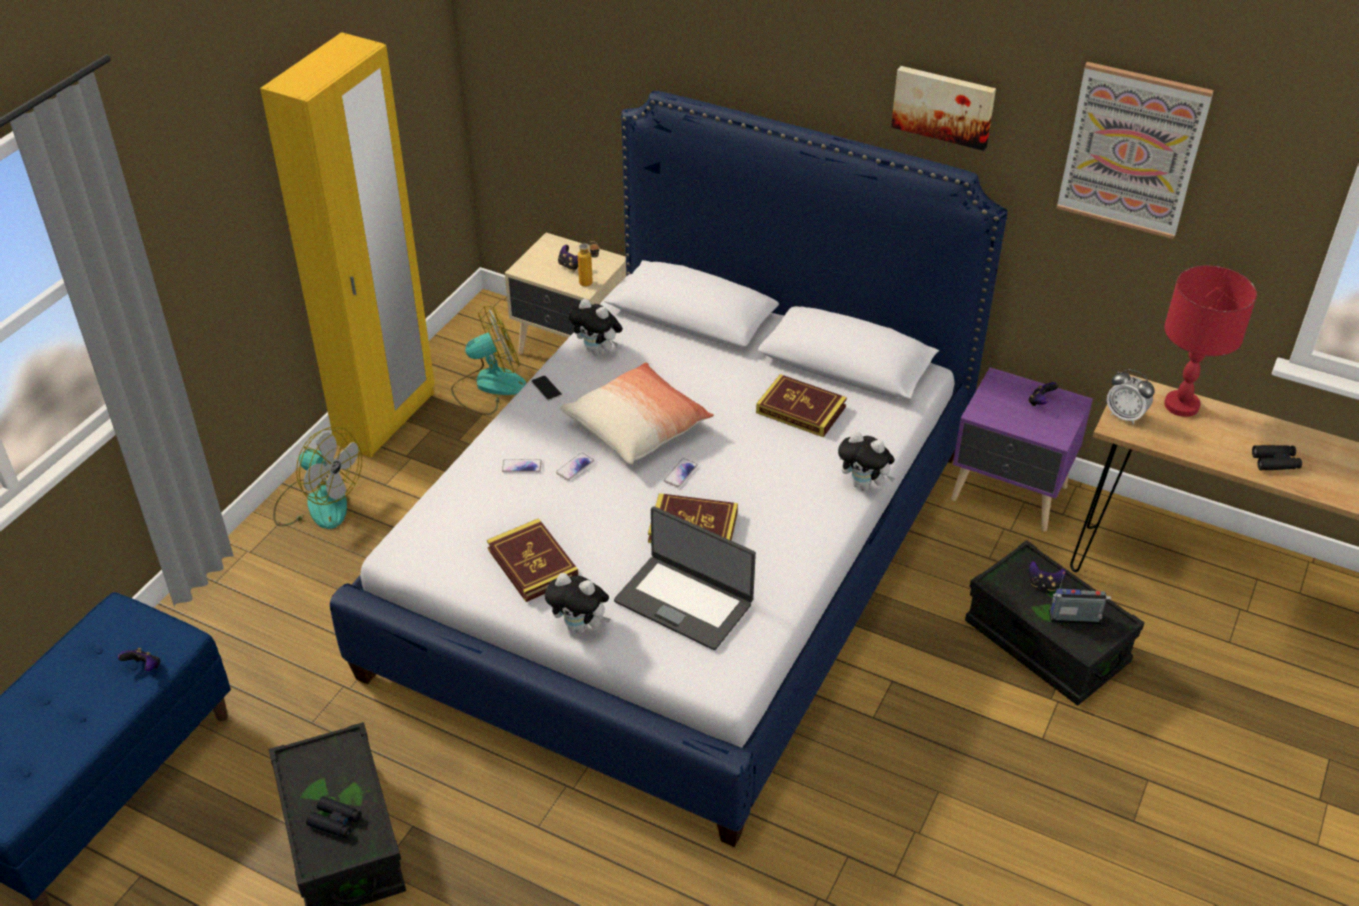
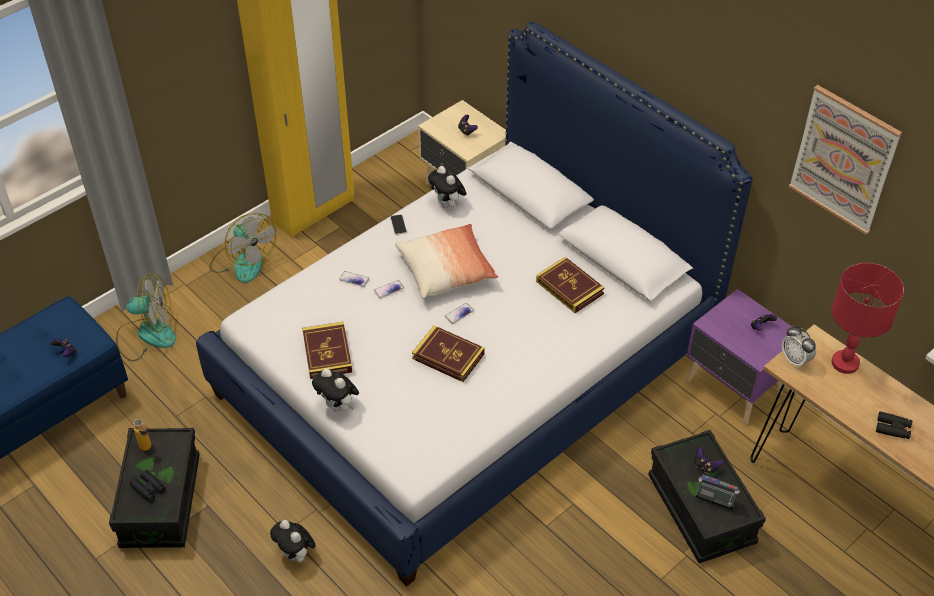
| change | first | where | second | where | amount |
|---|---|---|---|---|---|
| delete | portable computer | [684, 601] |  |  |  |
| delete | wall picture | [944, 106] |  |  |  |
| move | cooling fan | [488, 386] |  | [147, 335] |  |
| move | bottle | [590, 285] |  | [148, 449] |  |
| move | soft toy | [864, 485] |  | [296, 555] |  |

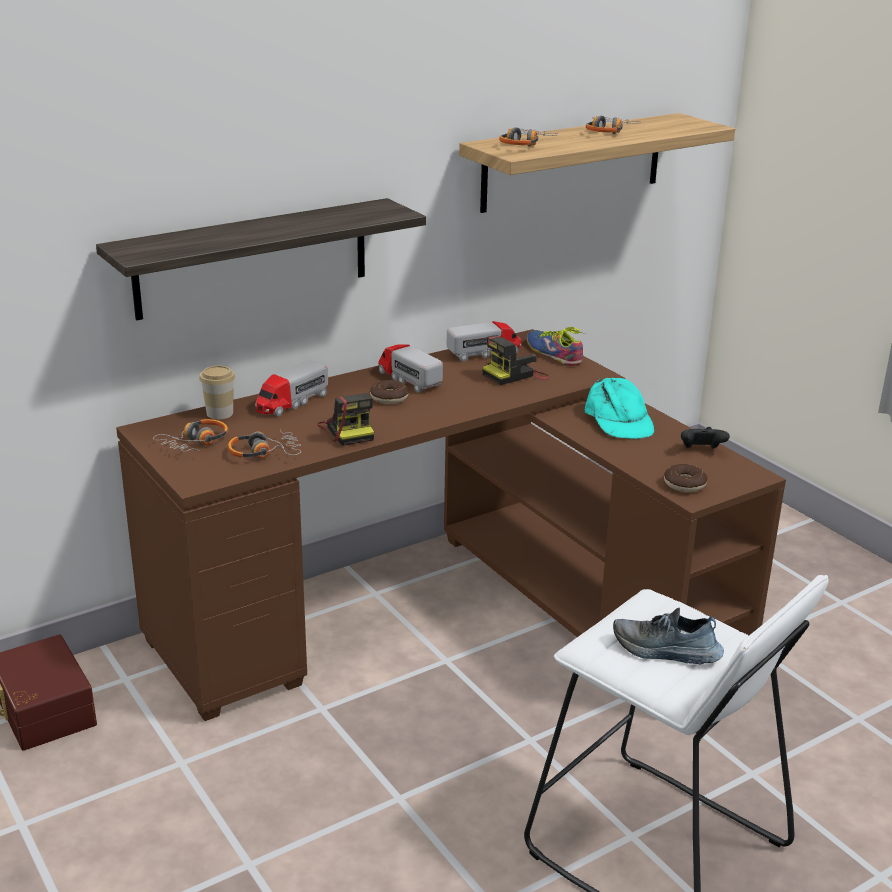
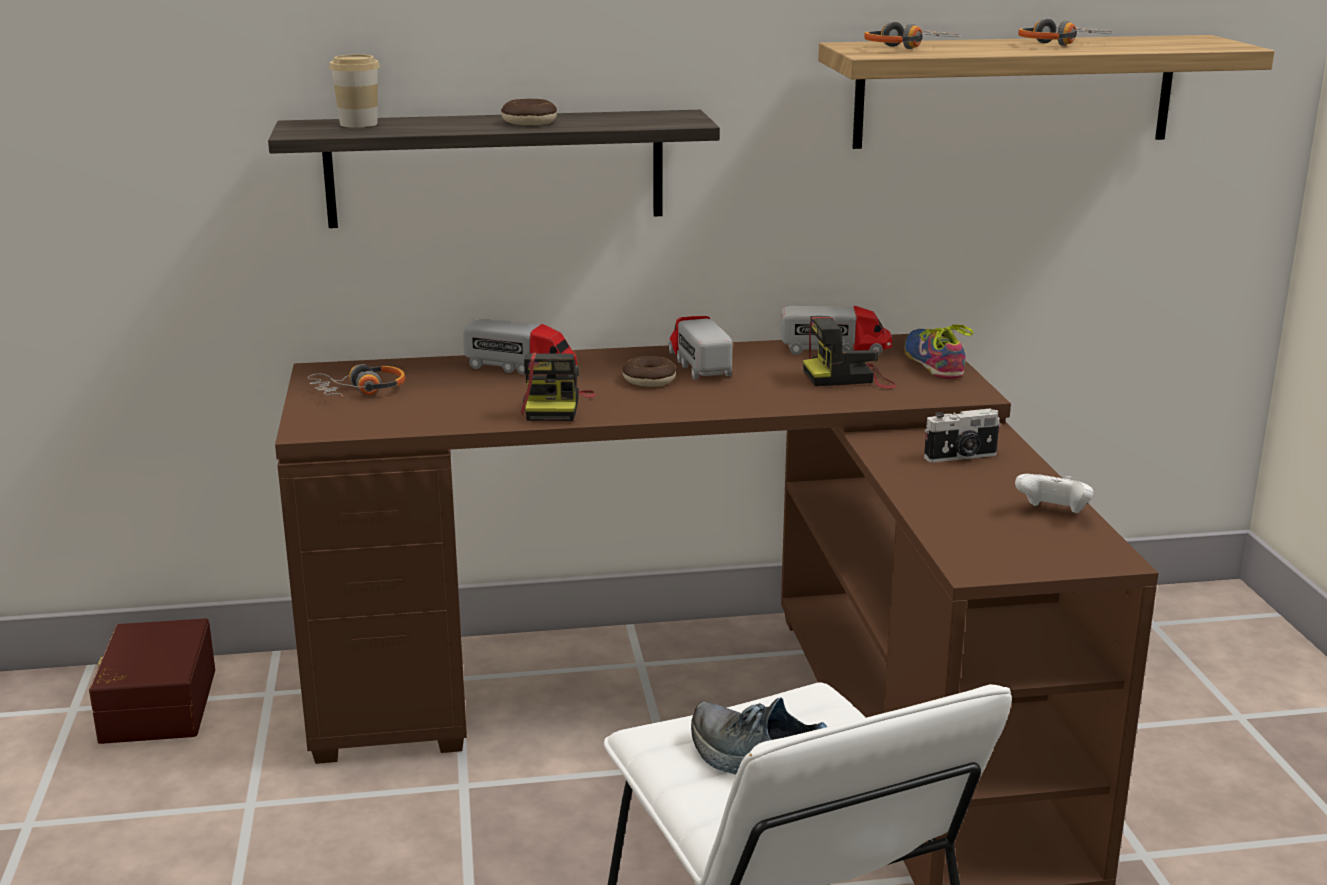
| change | first | where | second | where | amount |
|---|---|---|---|---|---|
| delete | headset | [264, 452] |  |  |  |
| move | drinking cup | [219, 413] |  | [358, 124] |  |
| move | donut | [684, 485] |  | [529, 122] |  |
| replace | blue-green cap | [618, 420] | photo camera | [961, 457] |  |
| recolor | black game controller | [701, 451] | whitish game controller | [1053, 513] |  |
| rotate | model truck | [291, 402] |  | [521, 368] | 135 degrees counterclockwise |

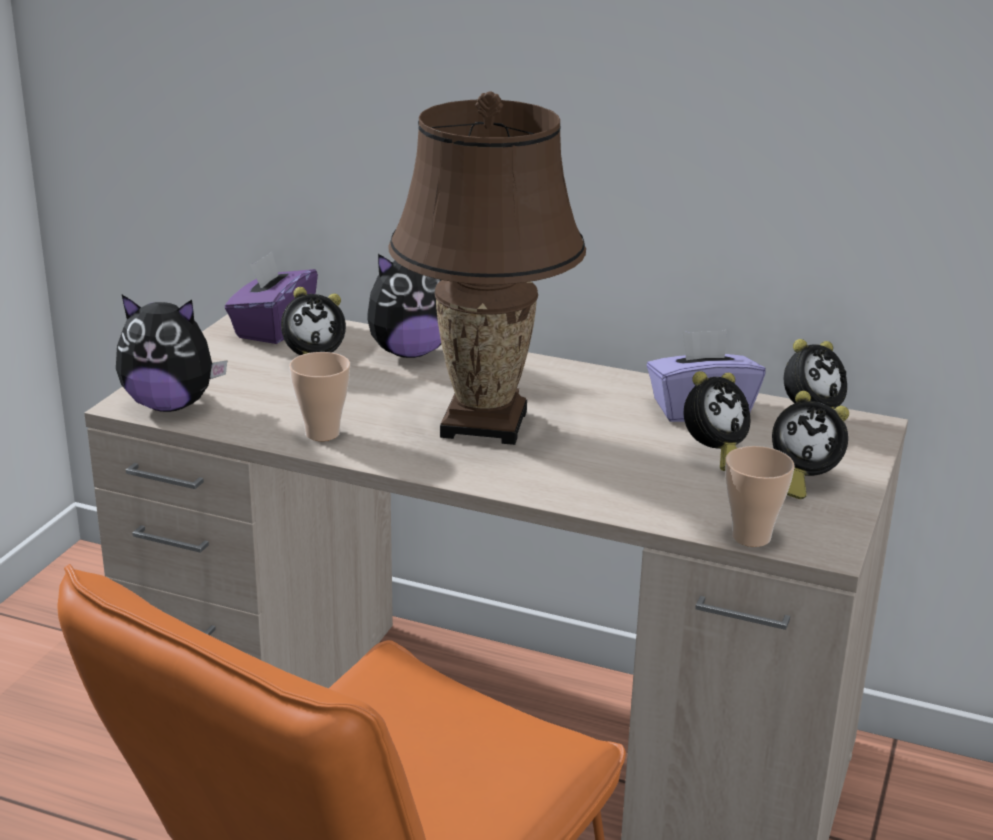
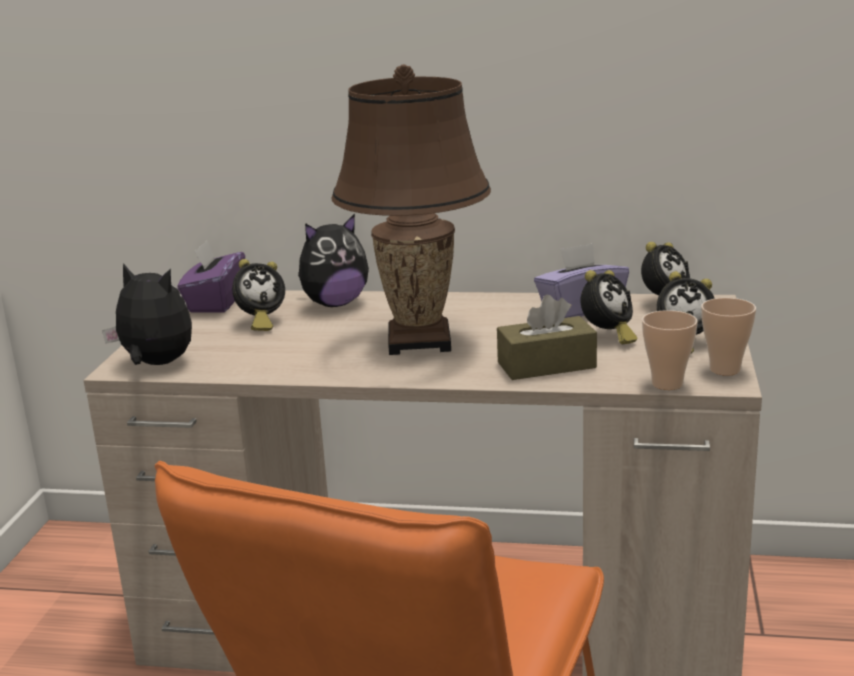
| change | first | where | second | where | amount |
|---|---|---|---|---|---|
| insert |  |  | brown-coloured tissue box | [546, 365] |  |
| move | drinking cup | [322, 433] |  | [725, 369] |  |
| rotate | soft toy | [170, 405] |  | [155, 364] | 150 degrees counterclockwise |

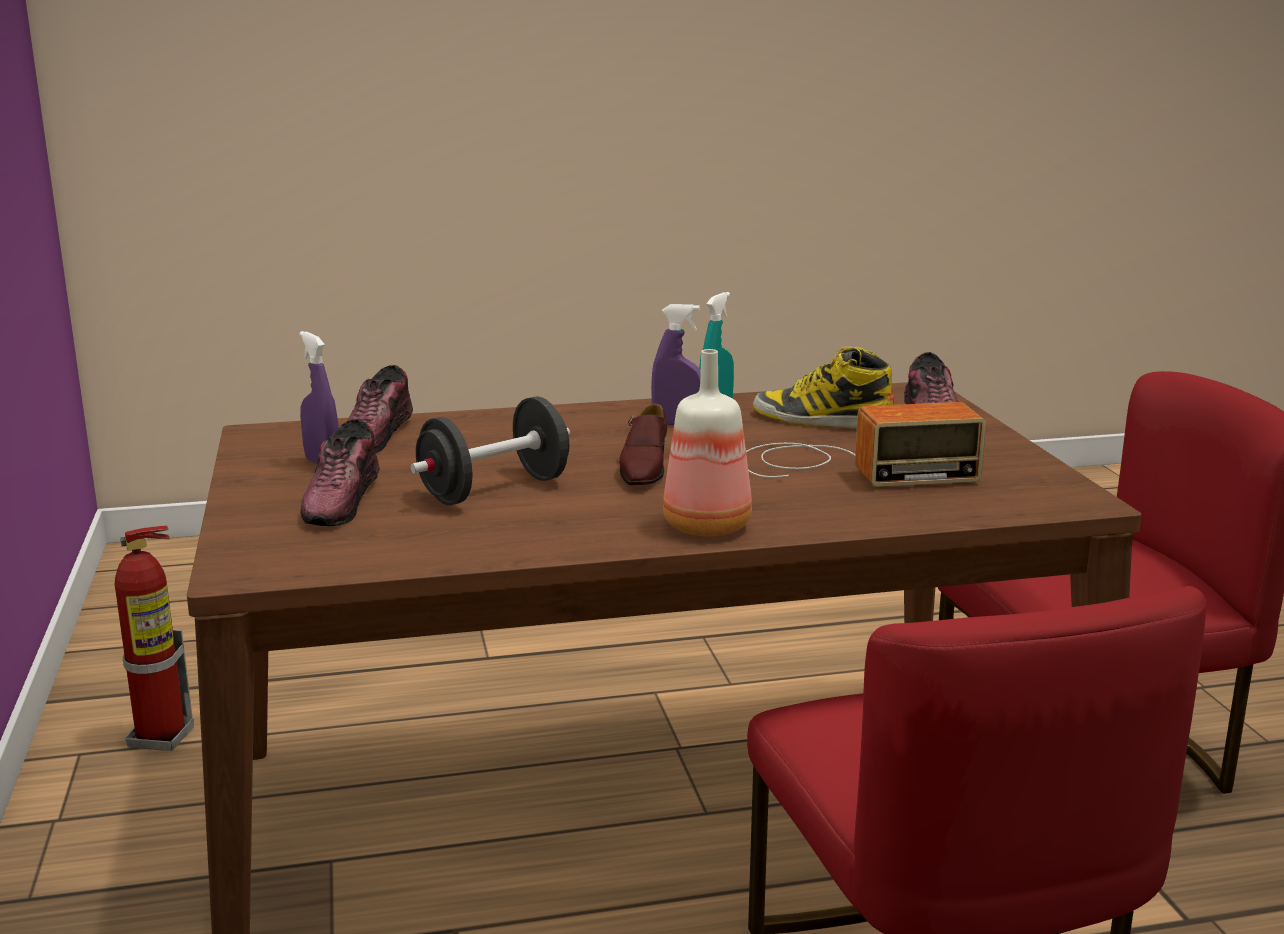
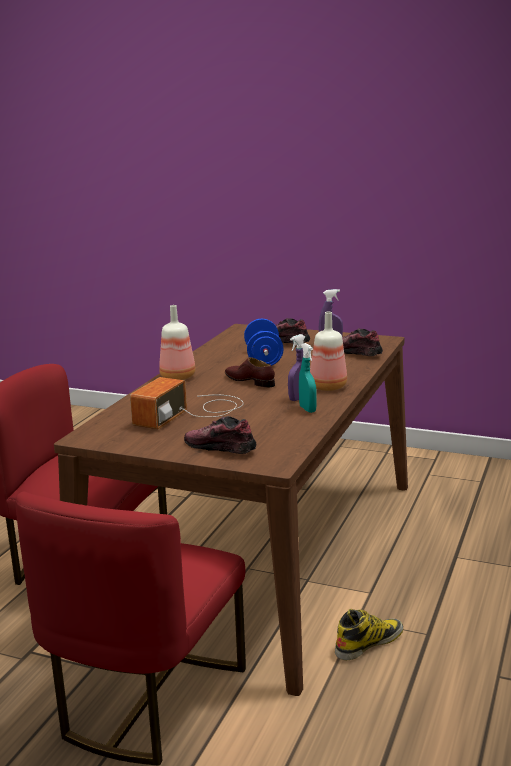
| change | first | where | second | where | amount |
|---|---|---|---|---|---|
| delete | extinguisher | [162, 737] |  |  |  |
| insert |  |  | bottle | [327, 387] |  |
| move | high-top boot | [822, 420] |  | [369, 643] |  |
| recolor | black hand weight | [494, 490] | blue hand weight | [263, 359] |  |

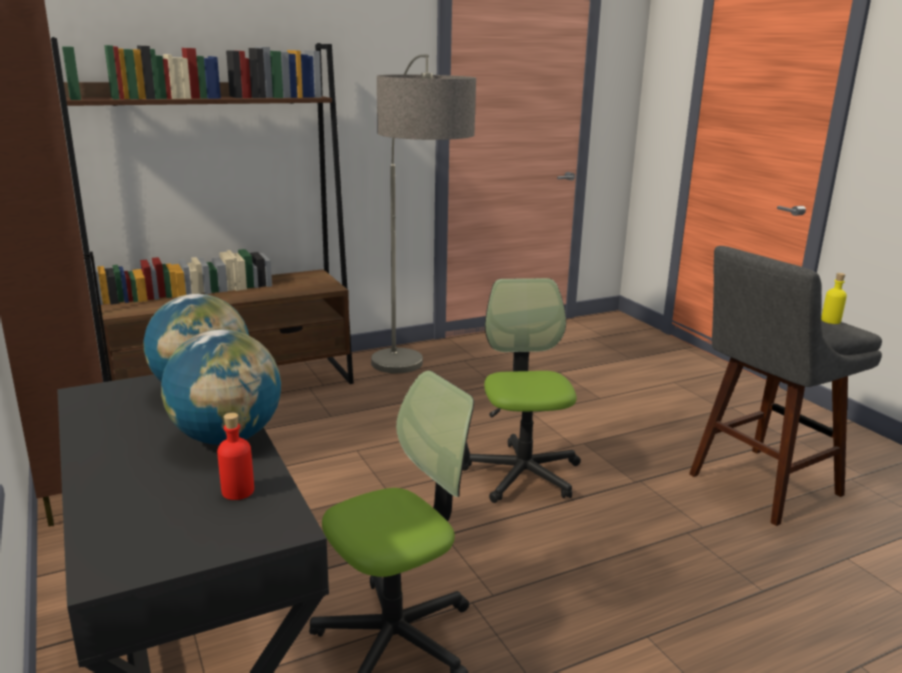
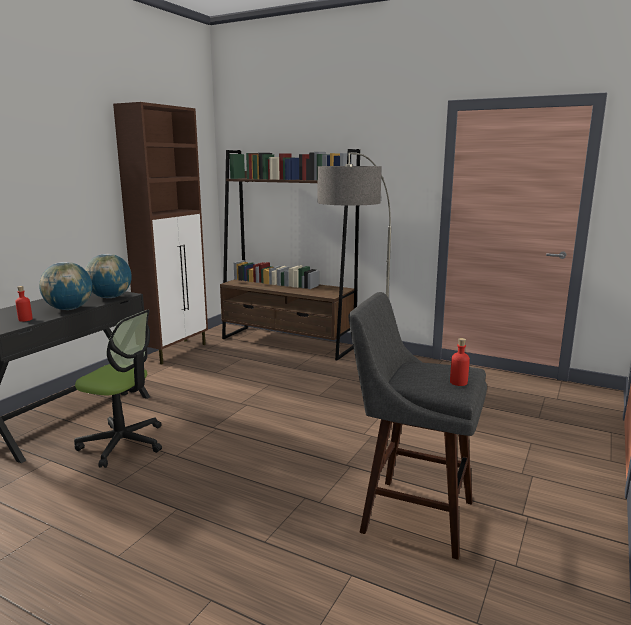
| change | first | where | second | where | amount |
|---|---|---|---|---|---|
| delete | office chair | [522, 474] |  |  |  |
| recolor | yellow bottle | [830, 321] | red-coloured bottle | [458, 382] |  |

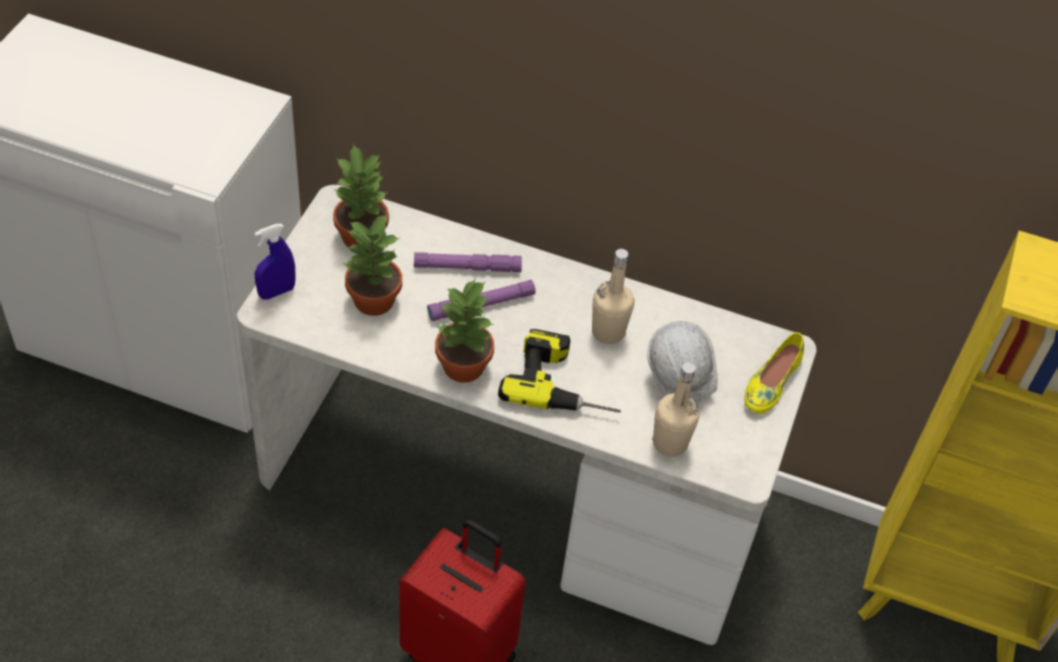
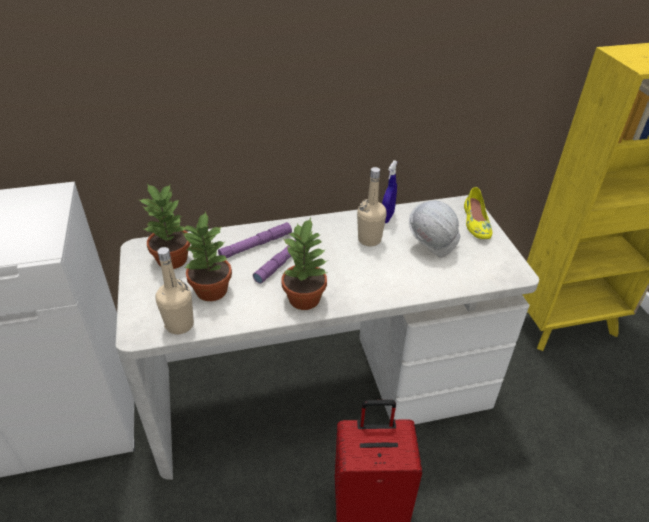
| change | first | where | second | where | amount |
|---|---|---|---|---|---|
| delete | electric drill | [564, 382] |  |  |  |
| move | blue hand sprayer | [277, 292] |  | [387, 217] |  |
| move | beige bottle | [670, 443] |  | [180, 325] |  |

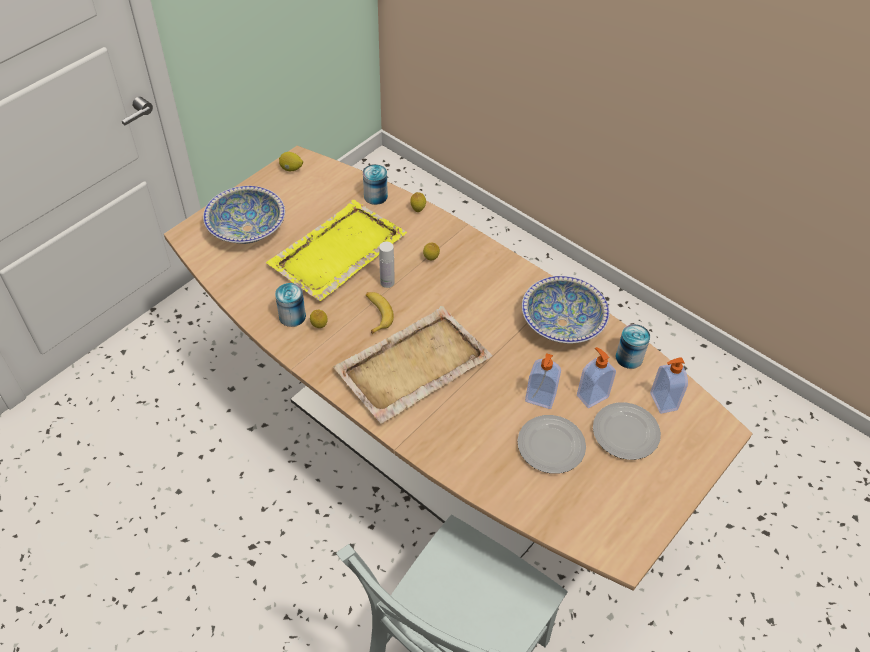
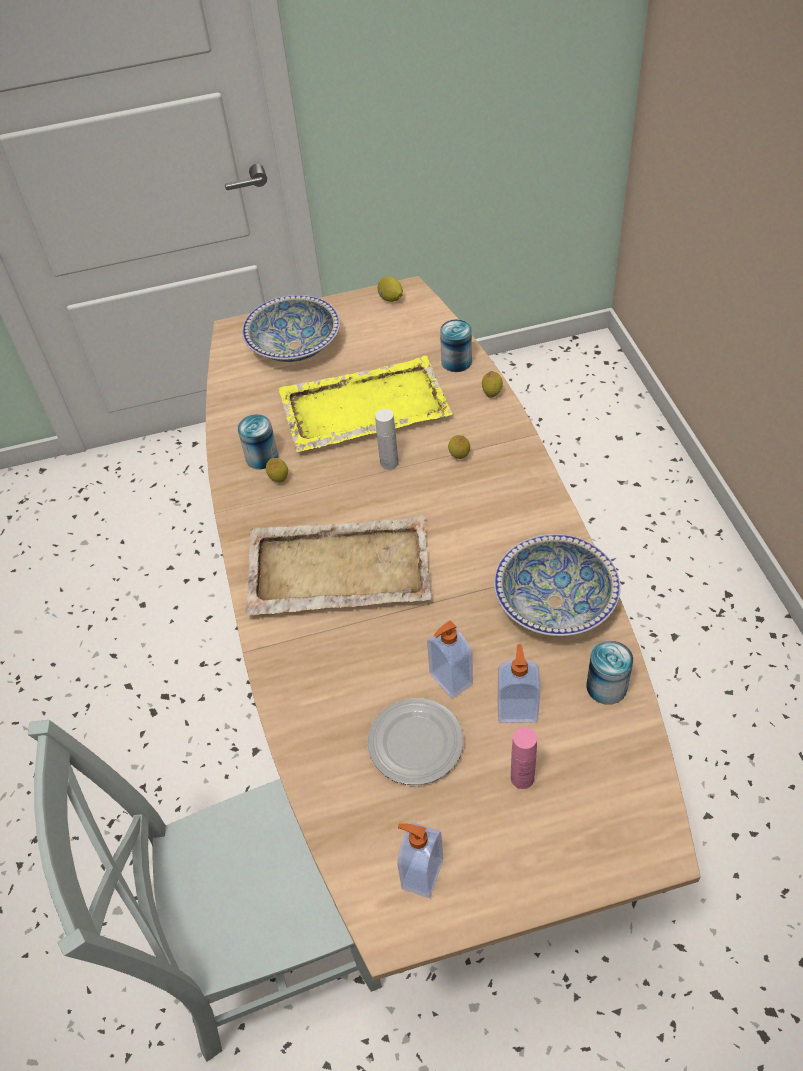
| change | first | where | second | where | amount |
|---|---|---|---|---|---|
| delete | whole banana | [376, 314] |  |  |  |
| move | liquid soap bottle | [662, 402] |  | [421, 873] |  |
| replace | plate | [625, 432] | pink bottle | [522, 778] |  |

